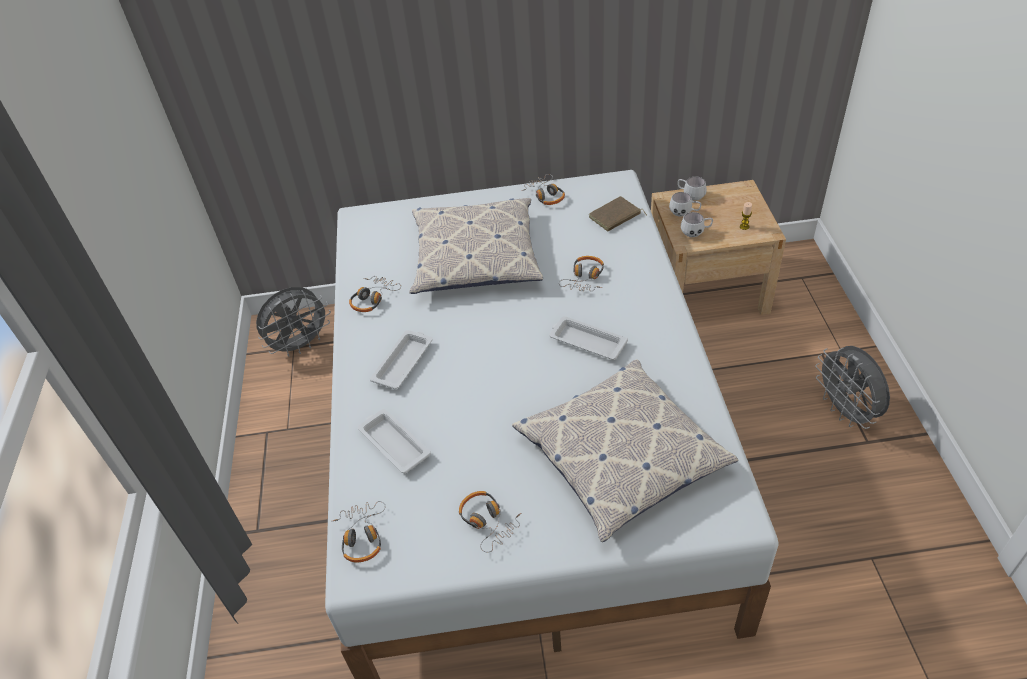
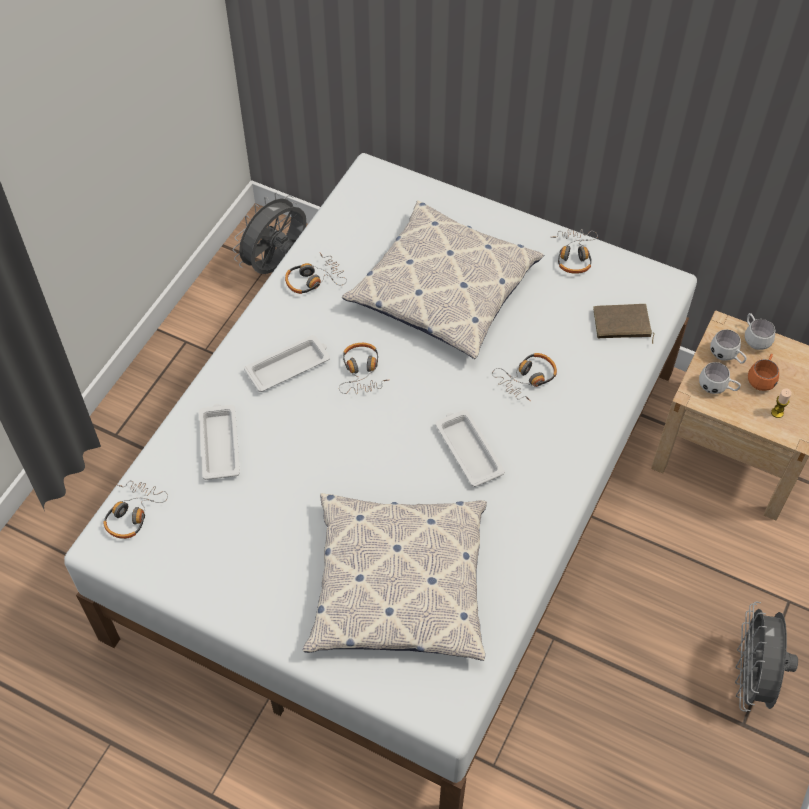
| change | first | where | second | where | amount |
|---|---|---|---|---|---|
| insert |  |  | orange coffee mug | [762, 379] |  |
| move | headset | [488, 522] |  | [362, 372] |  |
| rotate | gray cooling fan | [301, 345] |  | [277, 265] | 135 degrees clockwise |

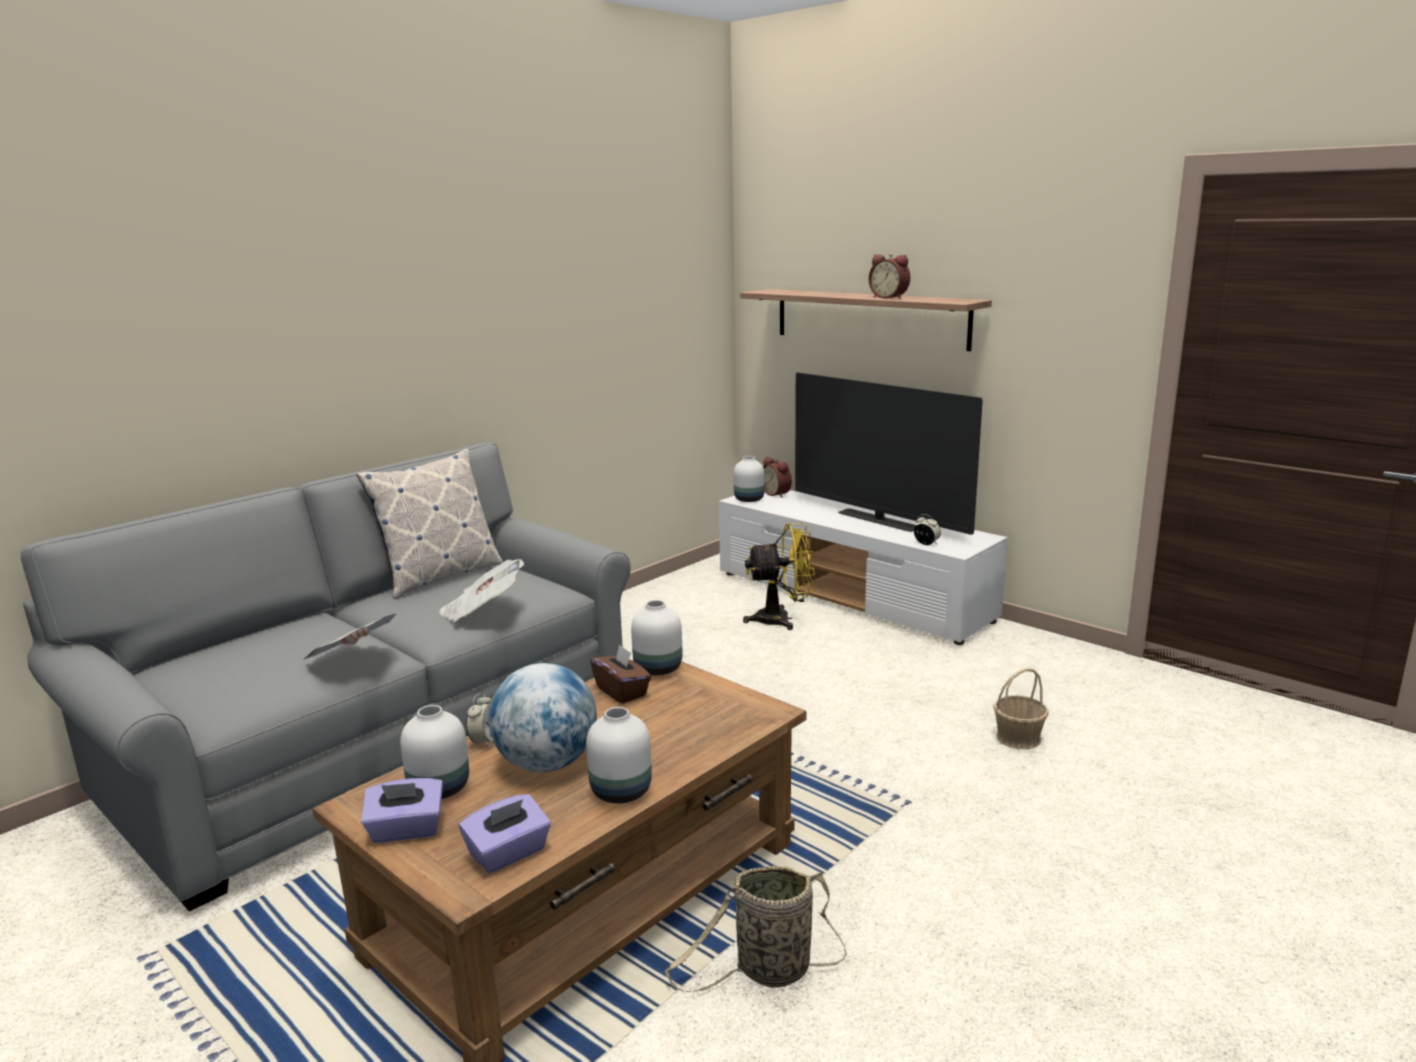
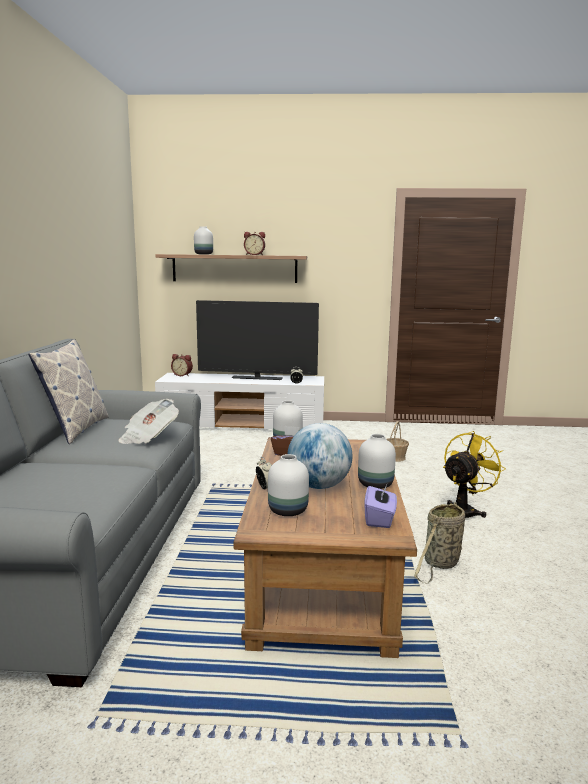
| change | first | where | second | where | amount |
|---|---|---|---|---|---|
| delete | printed paper | [353, 660] |  |  |  |
| delete | purple tissue box | [406, 830] |  |  |  |
| move | whitish vase | [750, 500] |  | [204, 254] |  |
| move | yellow cooling fan | [782, 619] |  | [464, 511] |  |

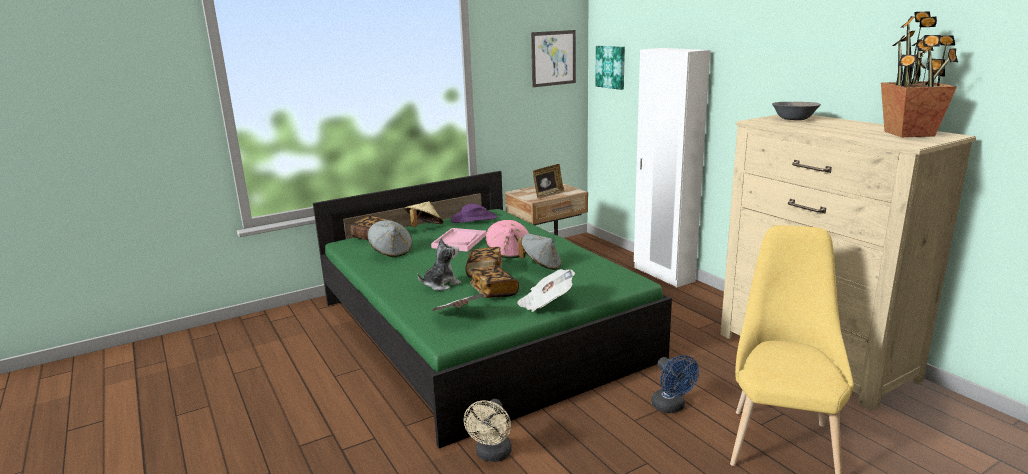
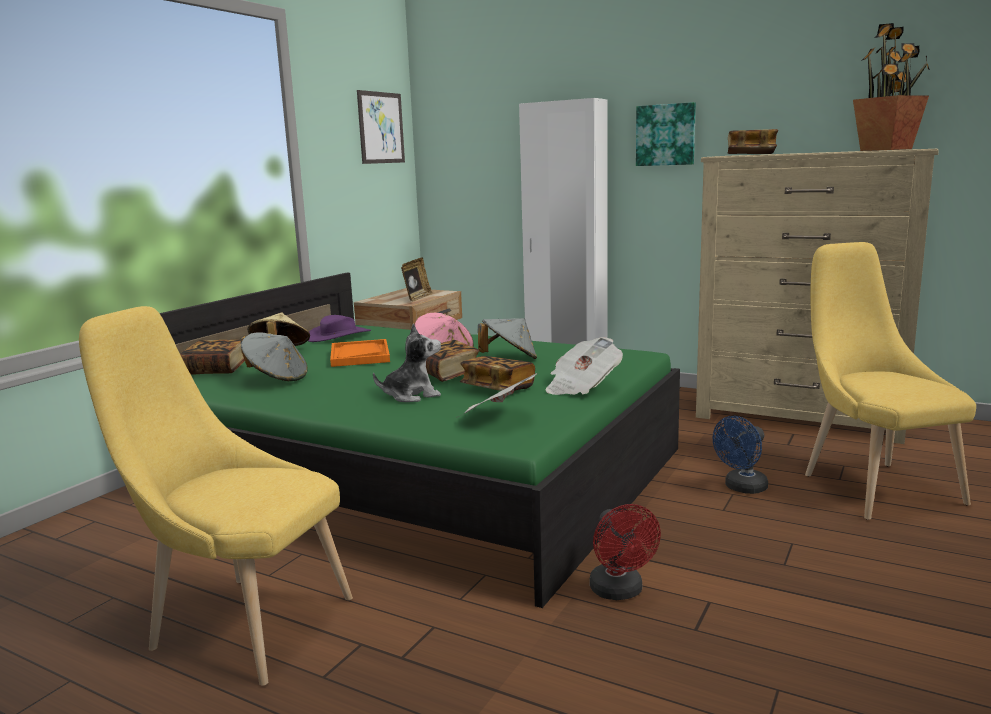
| change | first | where | second | where | amount |
|---|---|---|---|---|---|
| insert |  |  | yellow upright chair | [241, 623] |  |
| move | wall picture | [611, 67] |  | [666, 135] |  |
| replace | gray serving bowl | [794, 119] | bound book | [751, 154] |  |
| recolor | pink tray | [459, 241] | orange tray | [360, 355] |  |
| recolor | beige cooling fan | [492, 455] | red-coloured cooling fan | [620, 592] |  |
| rotate | soft toy | [441, 284] |  | [411, 396] | 45 degrees clockwise |
| rotate | blue cooling fan | [671, 407] |  | [742, 488] | 105 degrees clockwise |

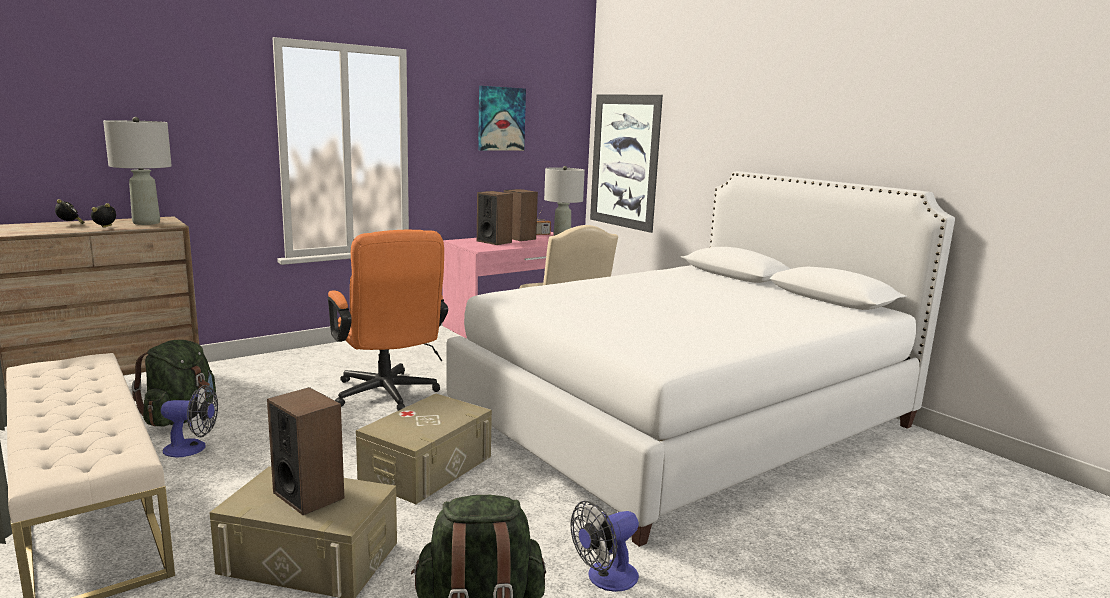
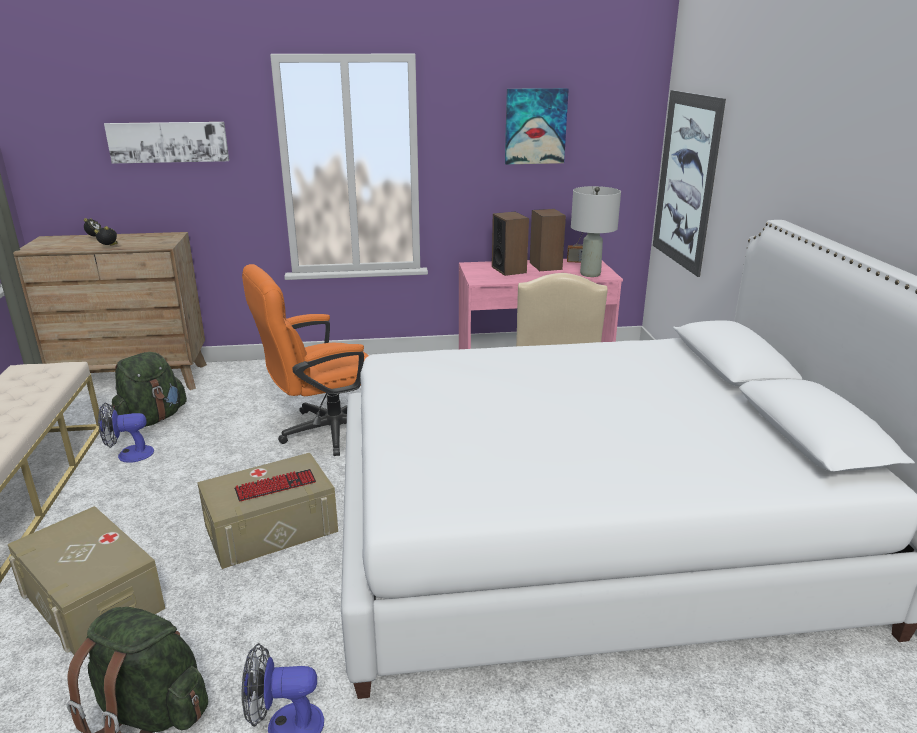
| change | first | where | second | where | amount |
|---|---|---|---|---|---|
| delete | gray tabletop lamp | [146, 223] |  |  |  |
| delete | loudspeaker | [309, 495] |  |  |  |
| insert |  |  | wall picture | [168, 142] |  |
| insert |  |  | computer keyboard | [275, 486] |  |
| rotate | cooling fan | [192, 449] |  | [129, 455] | 135 degrees clockwise |
| rotate | orange office chair | [388, 396] |  | [323, 432] | 60 degrees clockwise |

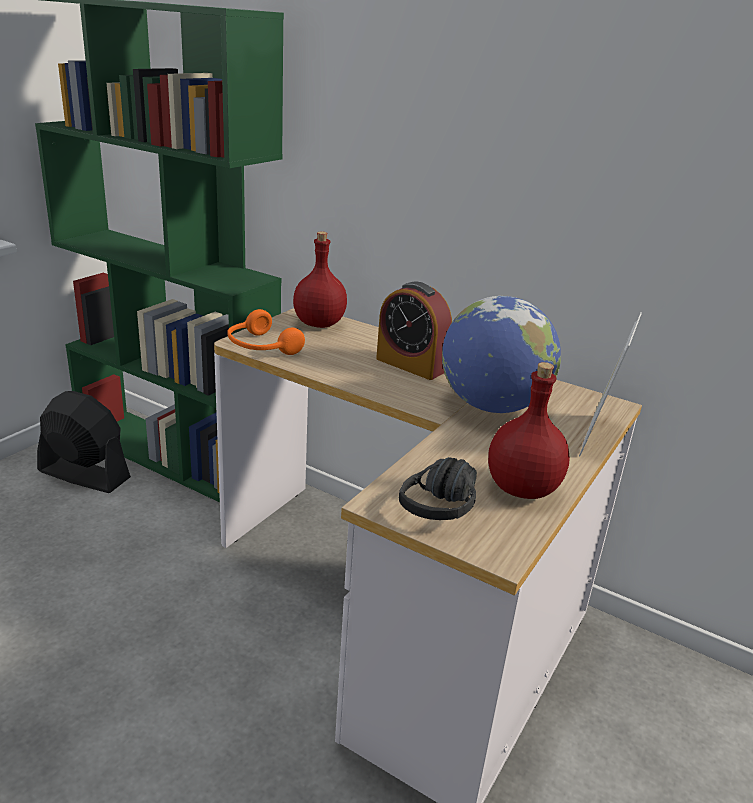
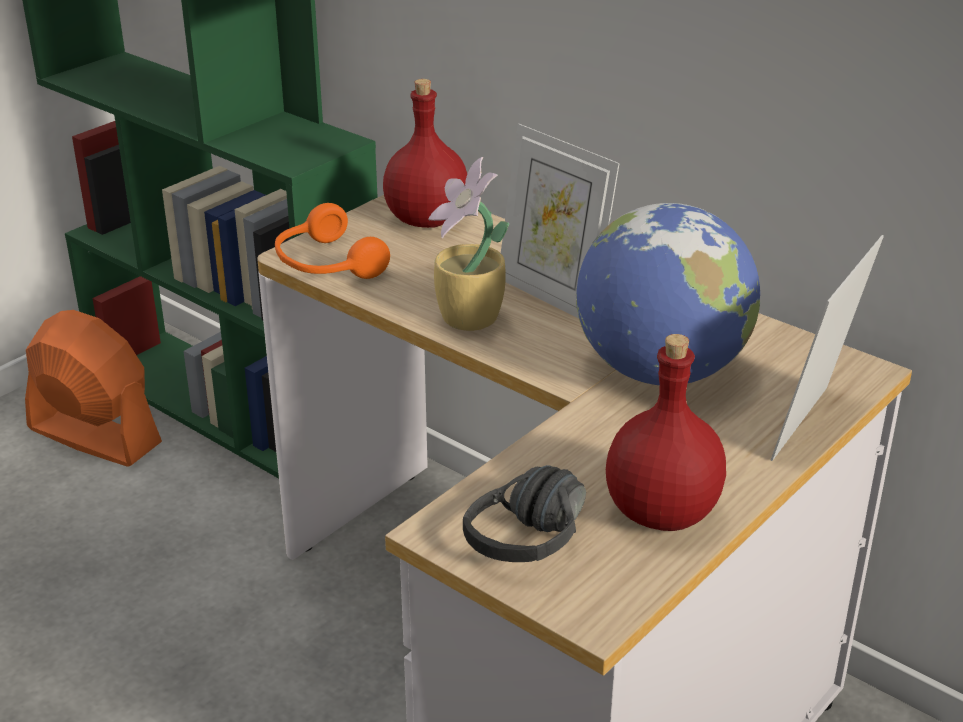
| change | first | where | second | where | amount |
|---|---|---|---|---|---|
| insert |  |  | houseplant | [469, 320] |  |
| replace | alarm clock | [411, 365] | photo frame | [552, 296] |  |
| recolor | black cooling fan | [84, 474] | orange cooling fan | [94, 436] |  |

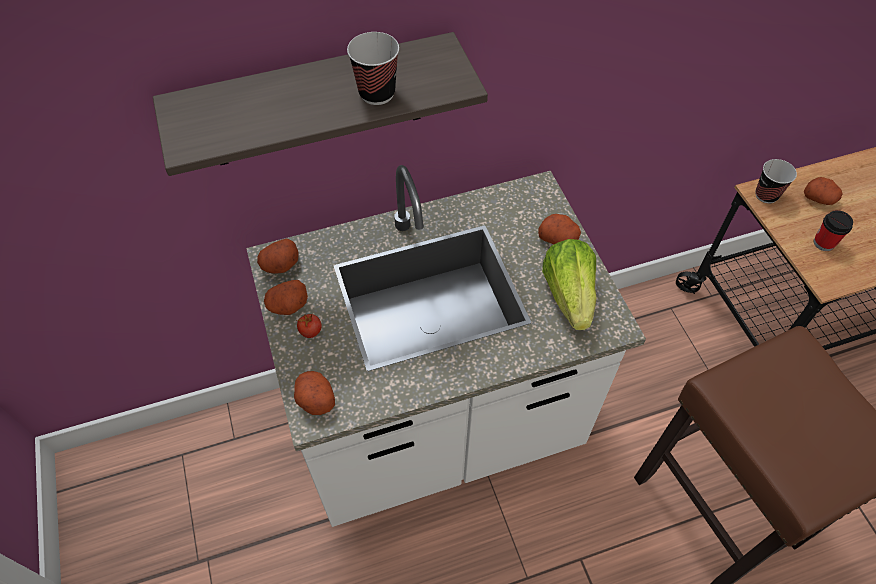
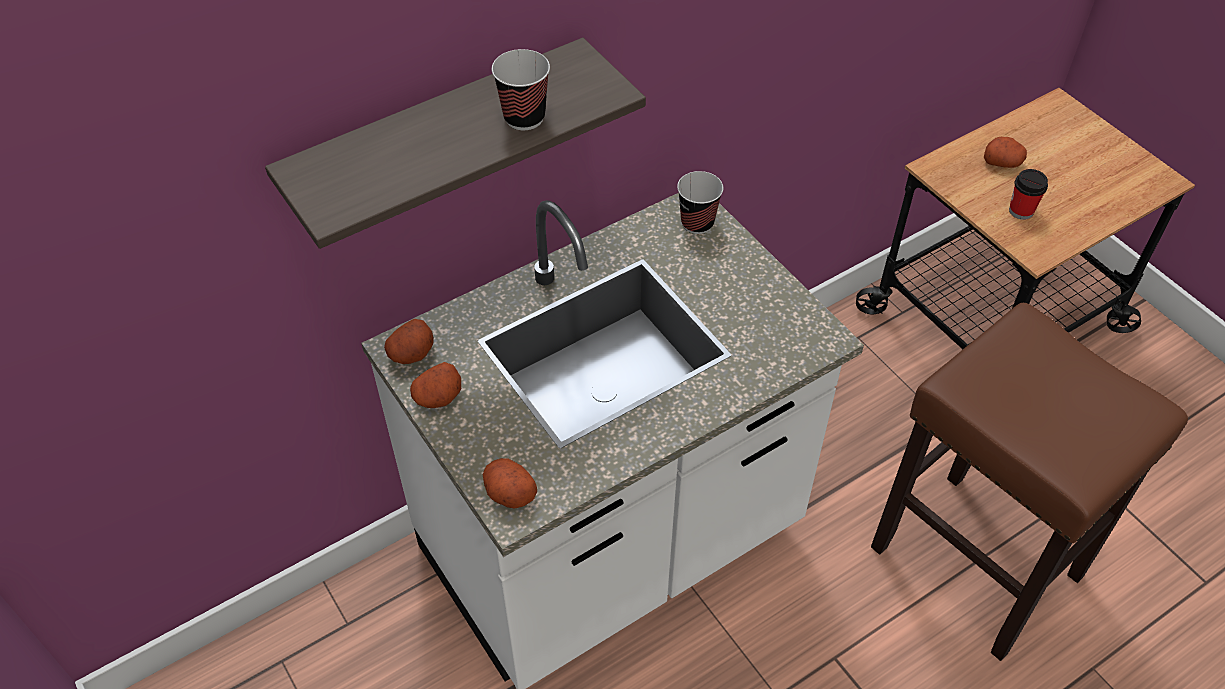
| change | first | where | second | where | amount |
|---|---|---|---|---|---|
| delete | whole tomato | [310, 331] |  |  |  |
| delete | whole potato | [558, 238] |  |  |  |
| delete | head of lettuce | [569, 294] |  |  |  |
| move | drinking cup | [766, 195] |  | [697, 223] |  |

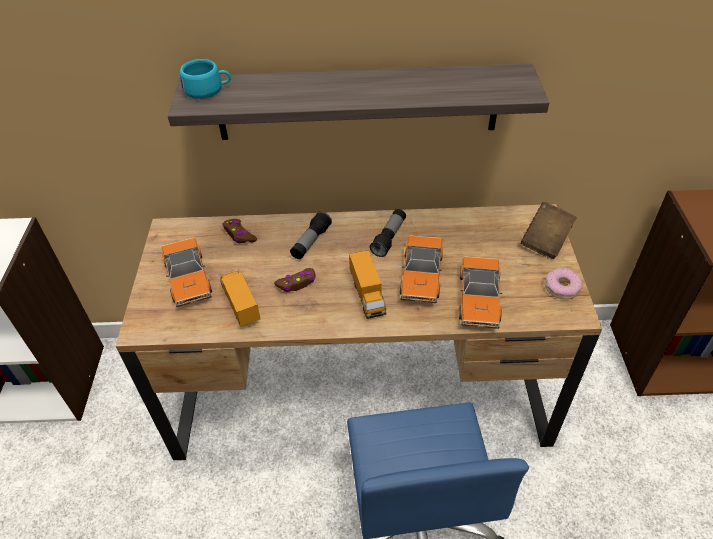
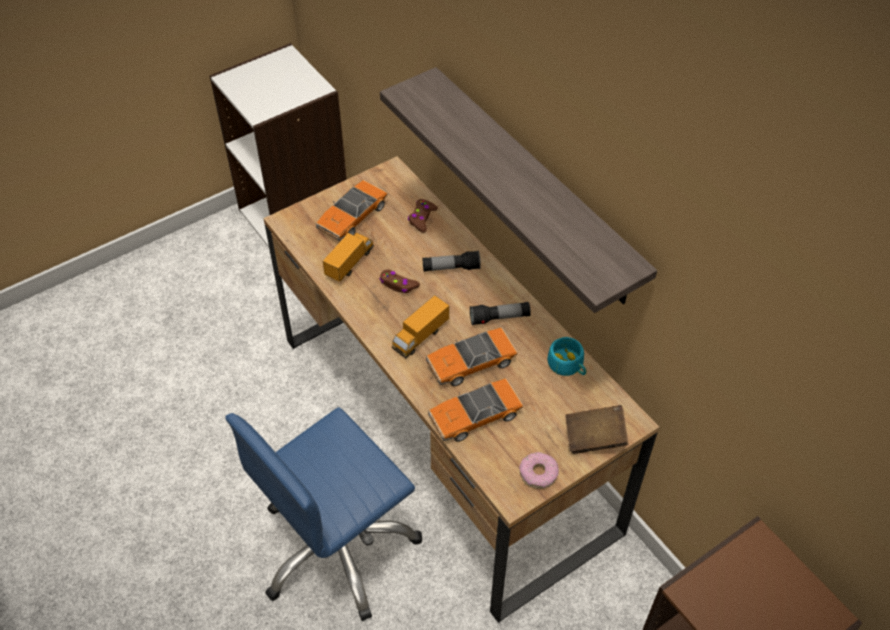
| change | first | where | second | where | amount |
|---|---|---|---|---|---|
| move | blue-green drinking cup | [208, 90] |  | [568, 366] |  |

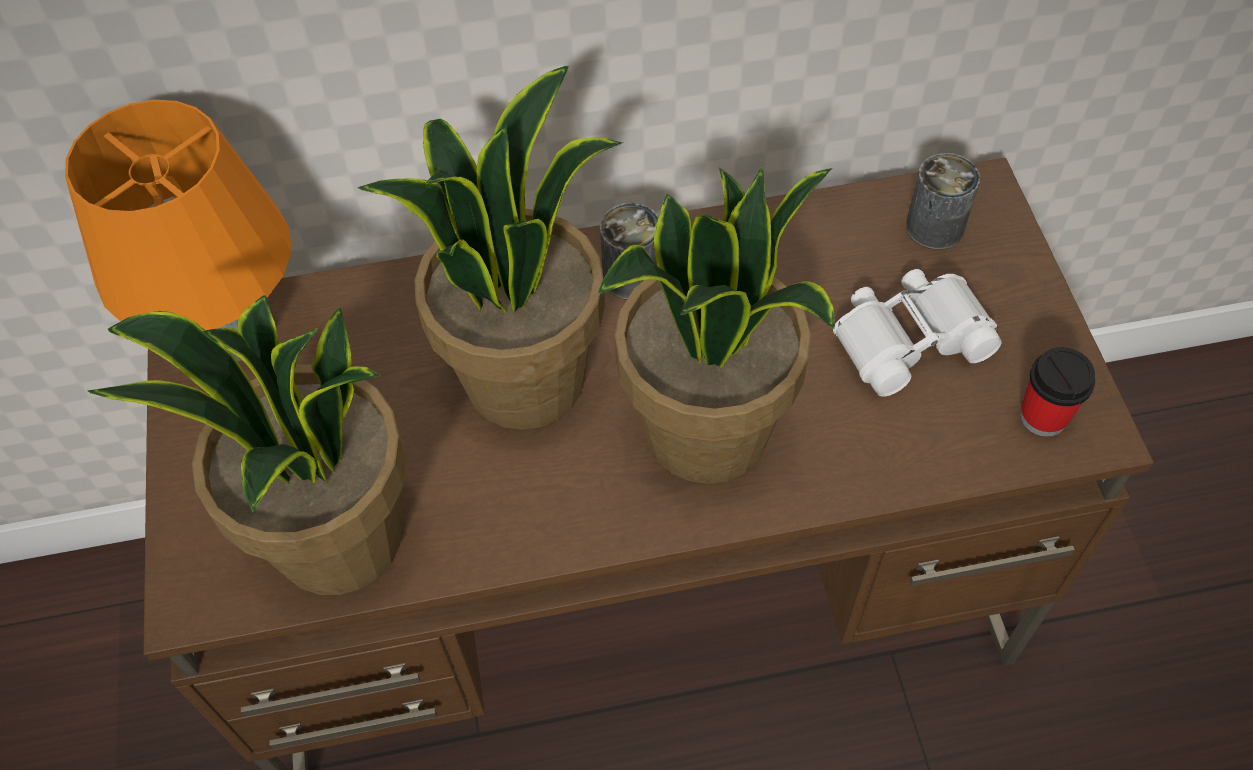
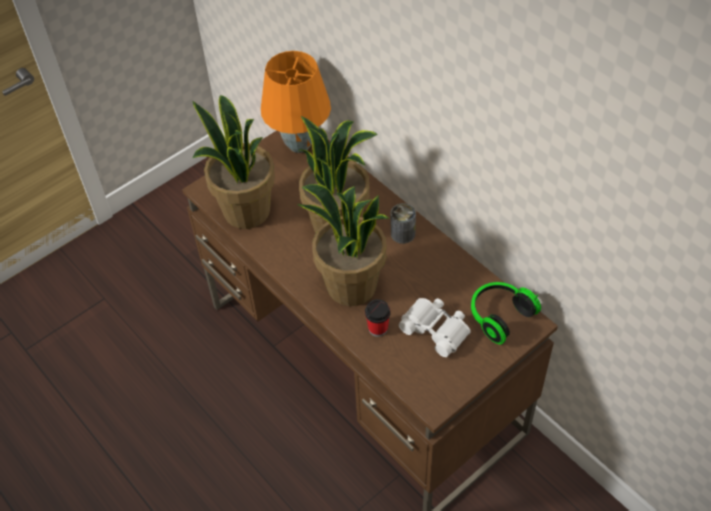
| change | first | where | second | where | amount |
|---|---|---|---|---|---|
| move | drinking cup | [1043, 416] |  | [378, 328] |  |
| replace | sealed can | [934, 227] | headset | [499, 315] |  |

